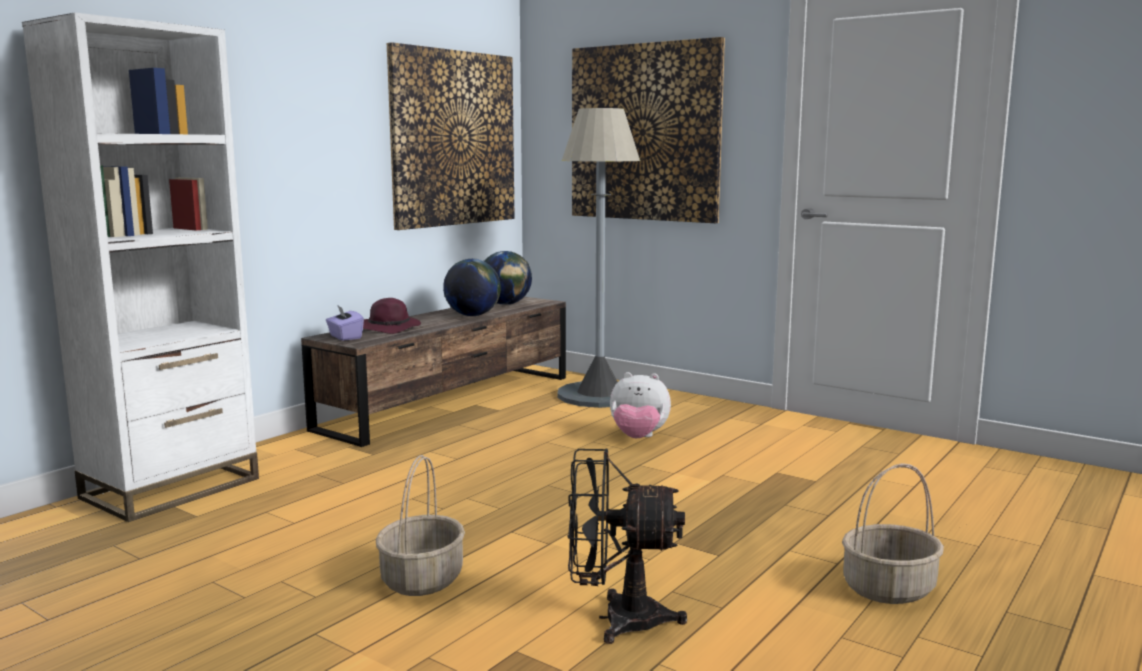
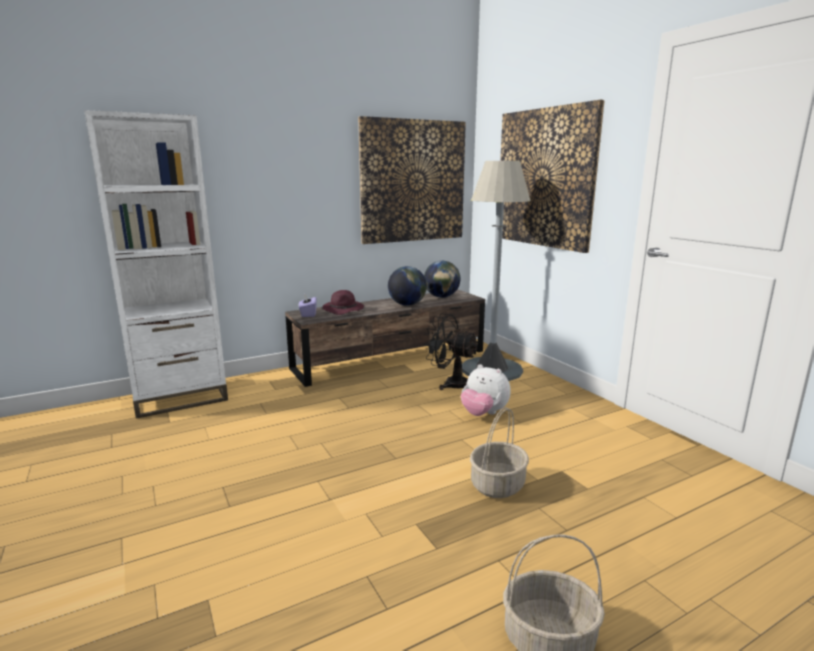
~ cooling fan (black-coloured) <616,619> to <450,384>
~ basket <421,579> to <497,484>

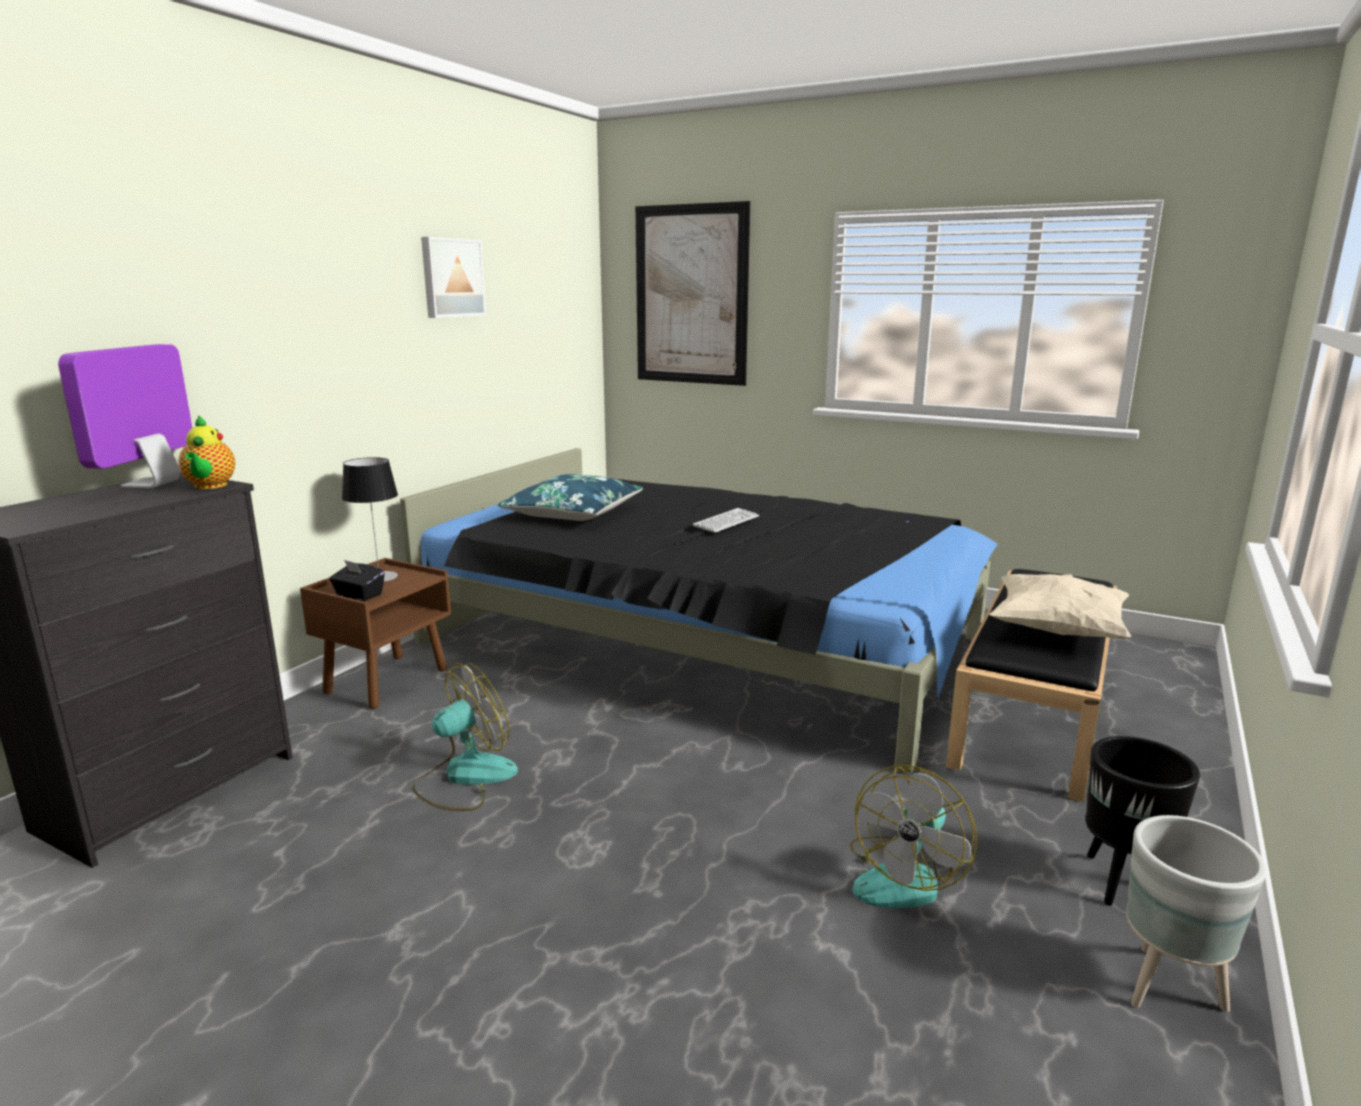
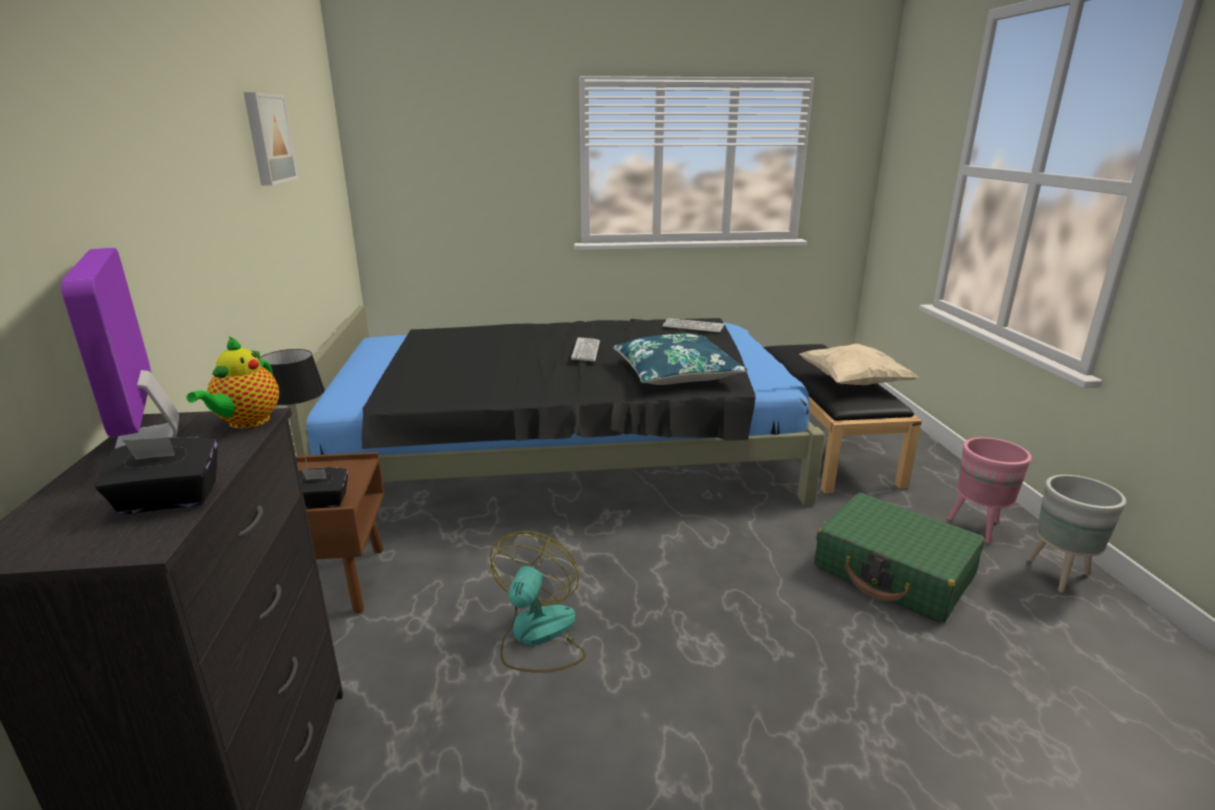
+ box of tissues (black-coloured) <168,500>
~ pot for tea <210,486> = <246,422> 60 degrees clockwise
~ throw pillow (blue-coloured) <573,513> to <675,374>
+ PC keyboard <693,326>
~ cooling fan <904,877> to travel case (greenish) <893,572>
~ flower pot (black-coloured) <1122,883> to flower pot (pink-coloured) <978,528>
- wall art <691,295>

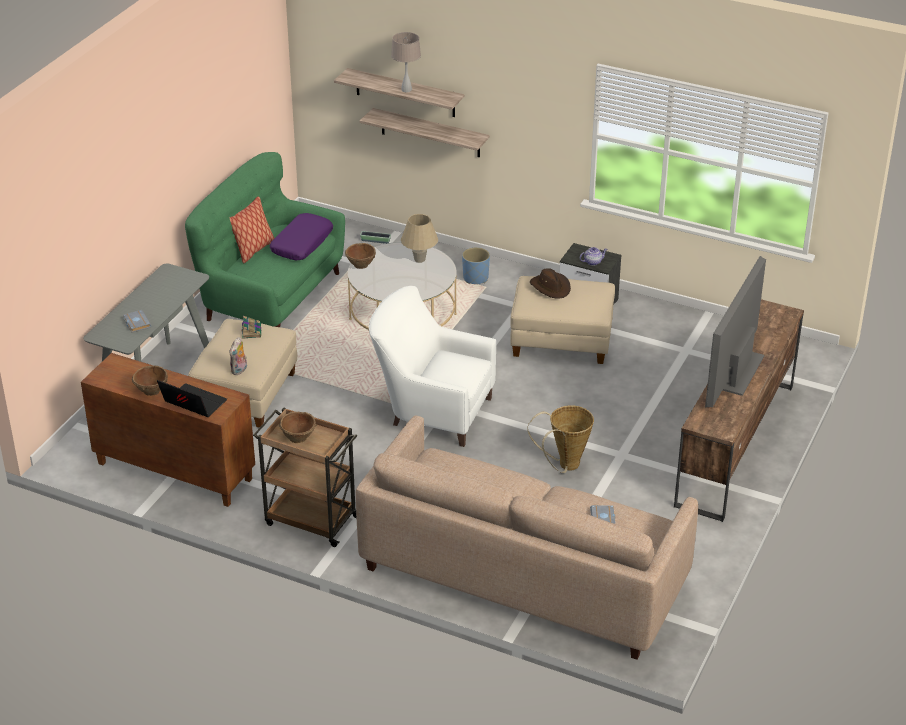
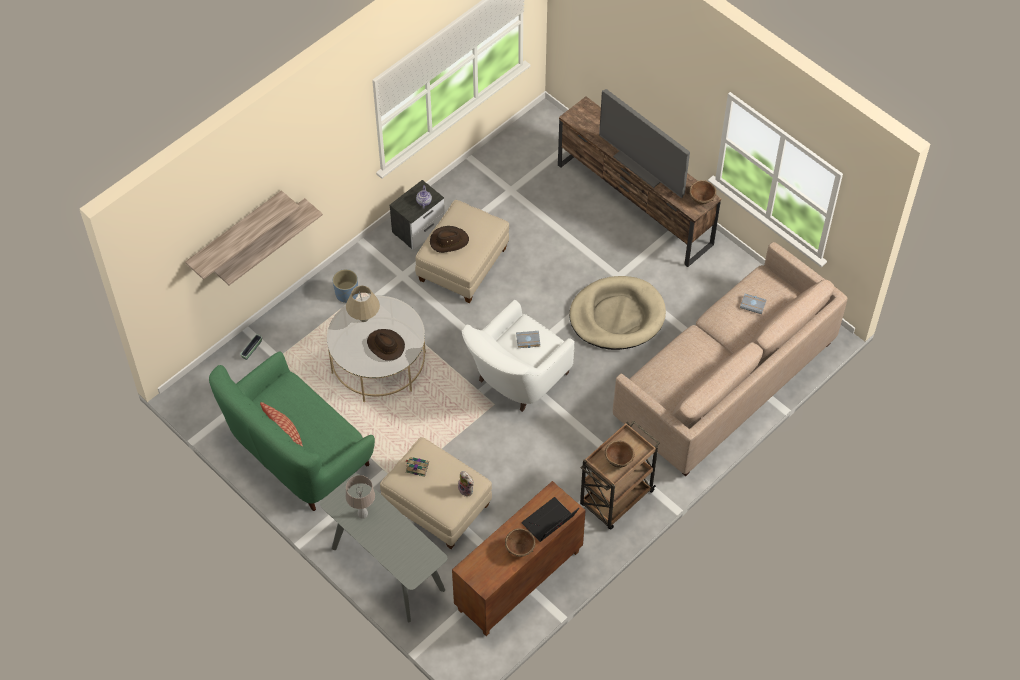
~ table lamp (beige) <406,90> to <363,514>
+ hat (brownish) <385,346>
~ book (greyish) <136,323> to <527,341>
~ basket <564,466> to dog bed (beige) <617,316>
~ deep dish (brownish) <361,265> to <701,199>
- throw pillow (purplish) <301,243>

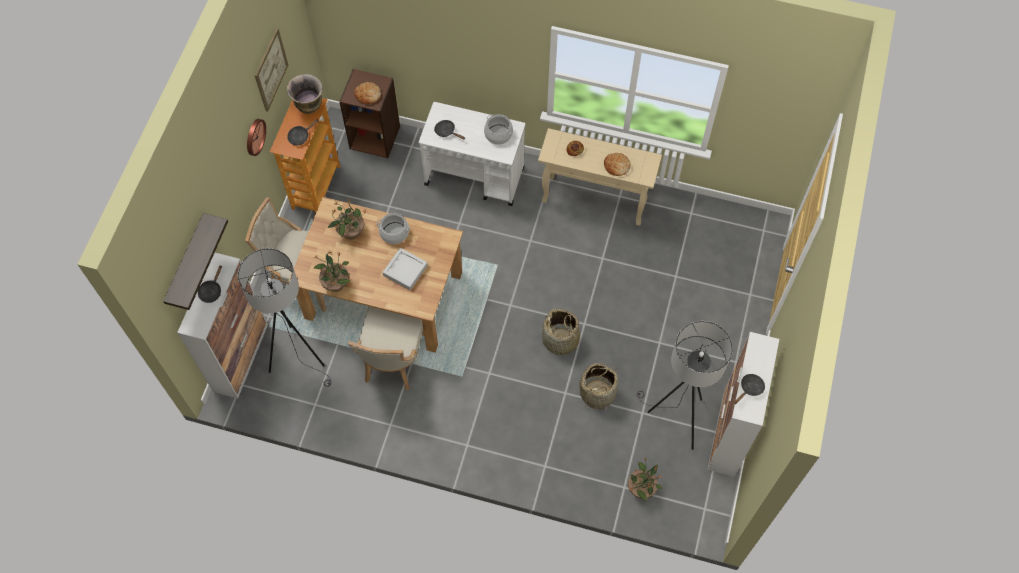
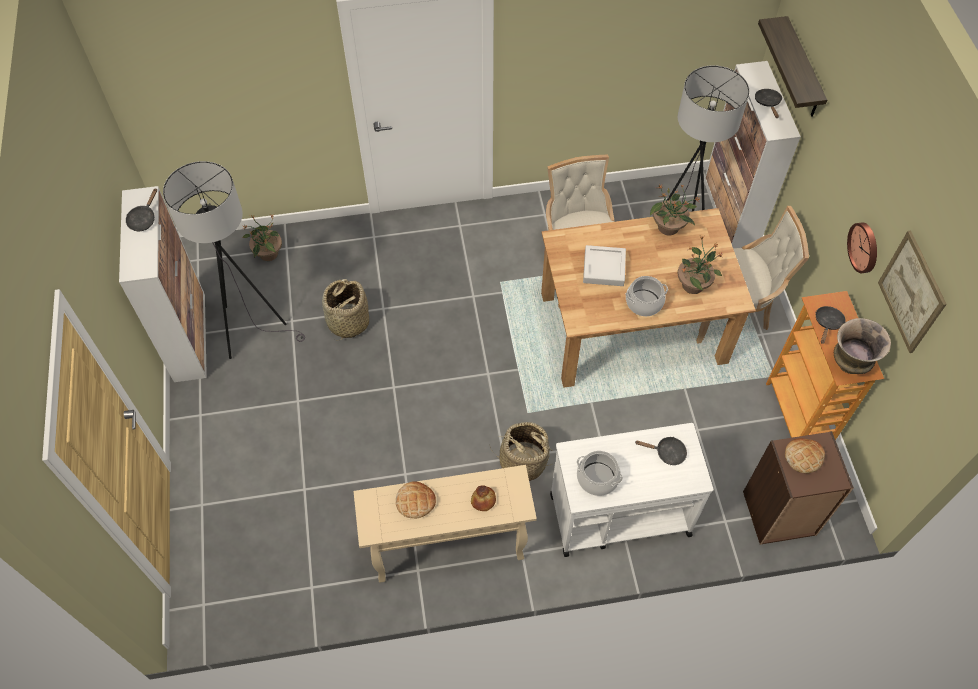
~ basket <560,340> to <523,462>

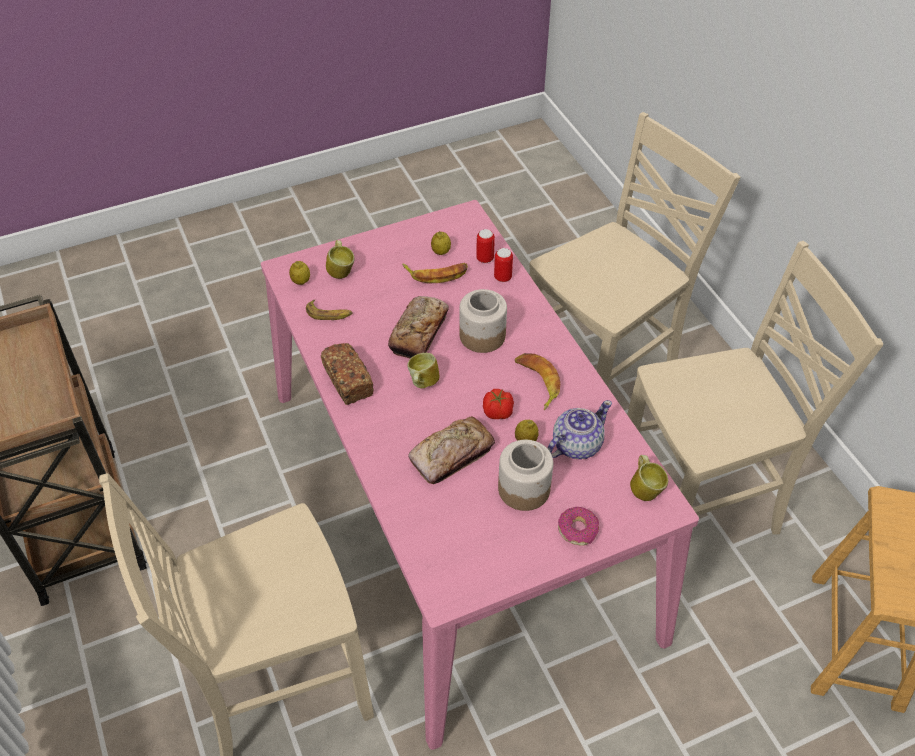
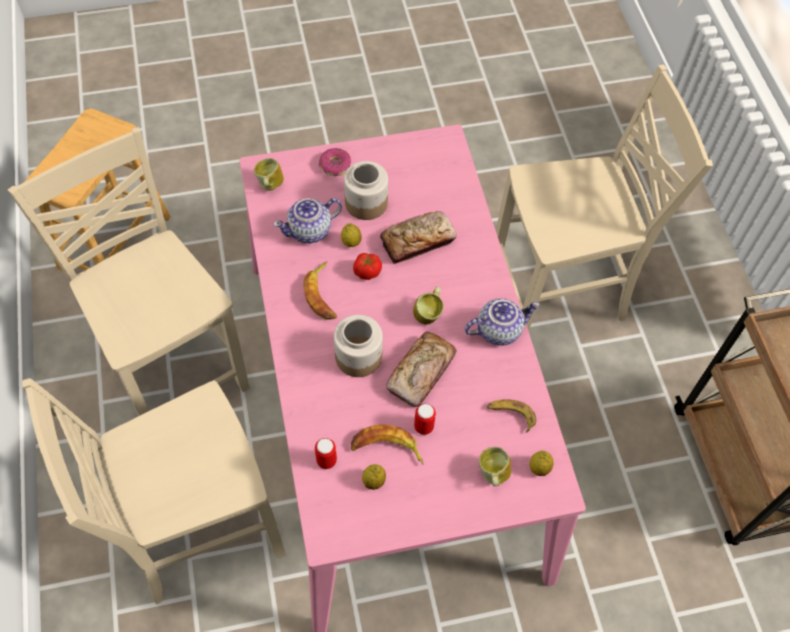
~ upright chair (beige) <700,508> = <173,368> 60 degrees clockwise
~ metal can <502,277> to <423,426>
~ baked bread <348,382> to pot for tea <498,329>

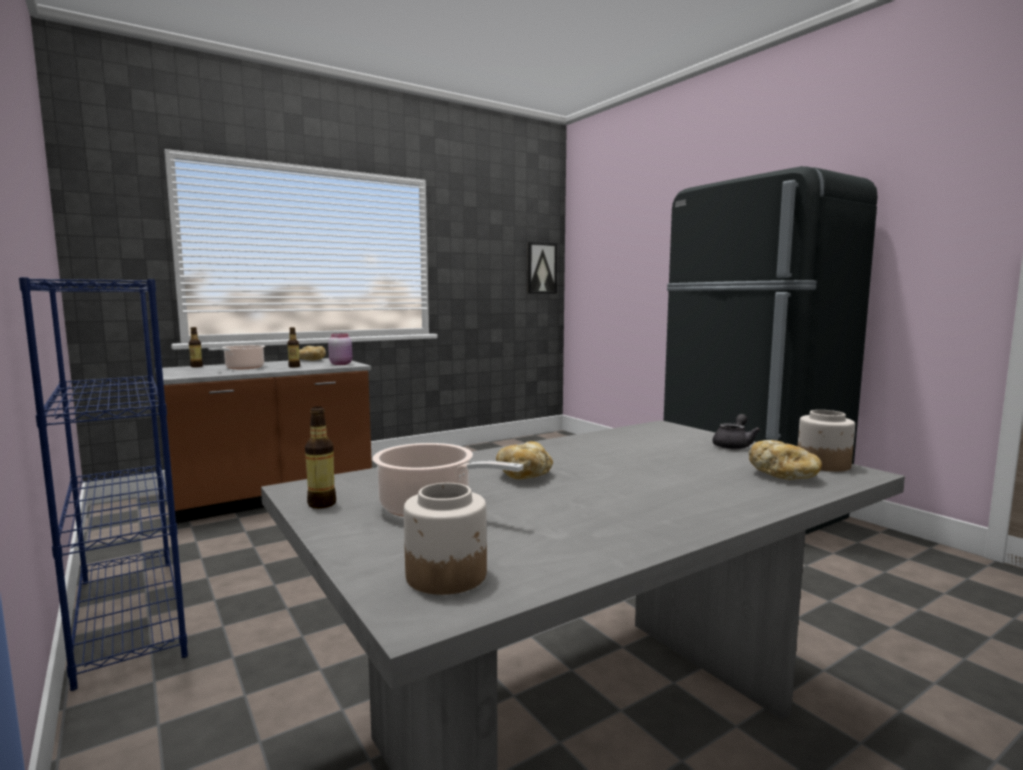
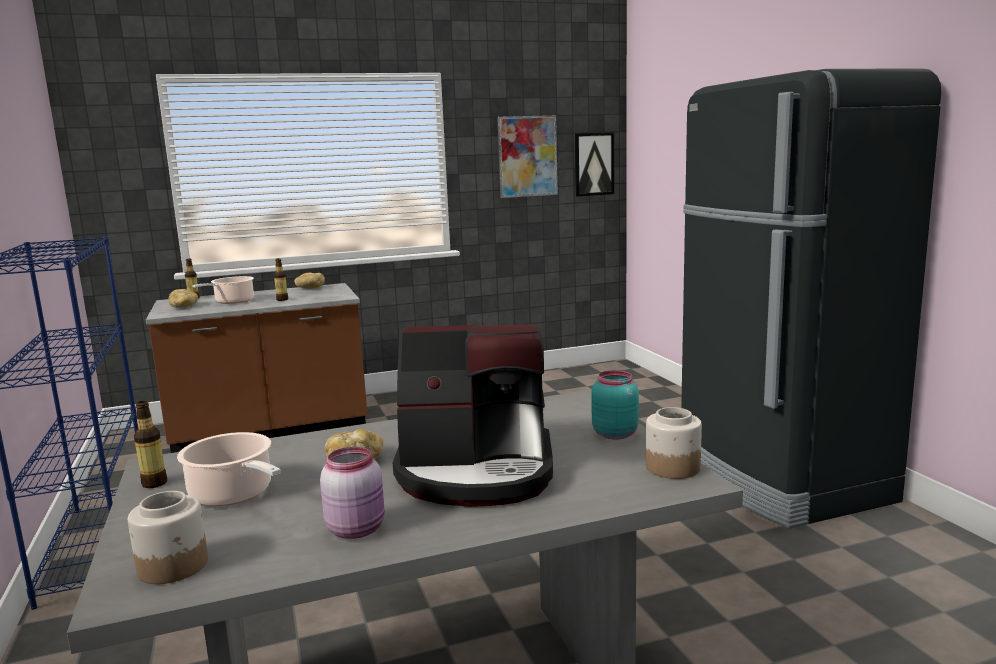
~ baked bread <784,476> to <183,306>
~ jar (pink-coloured) <341,364> to <357,529>
+ coffee machine <476,472>
+ wall art <527,156>
~ pot for tea (greyish) <734,445> to jar (turquoise) <614,433>

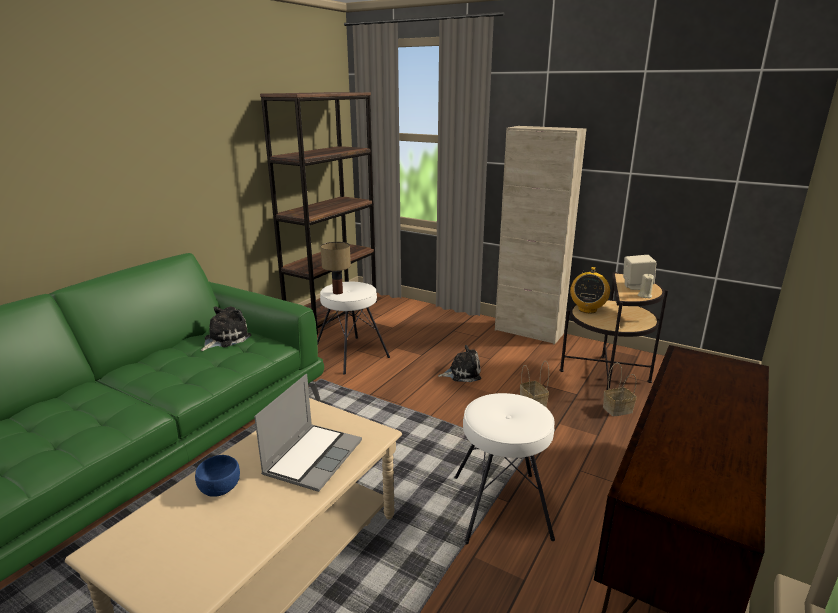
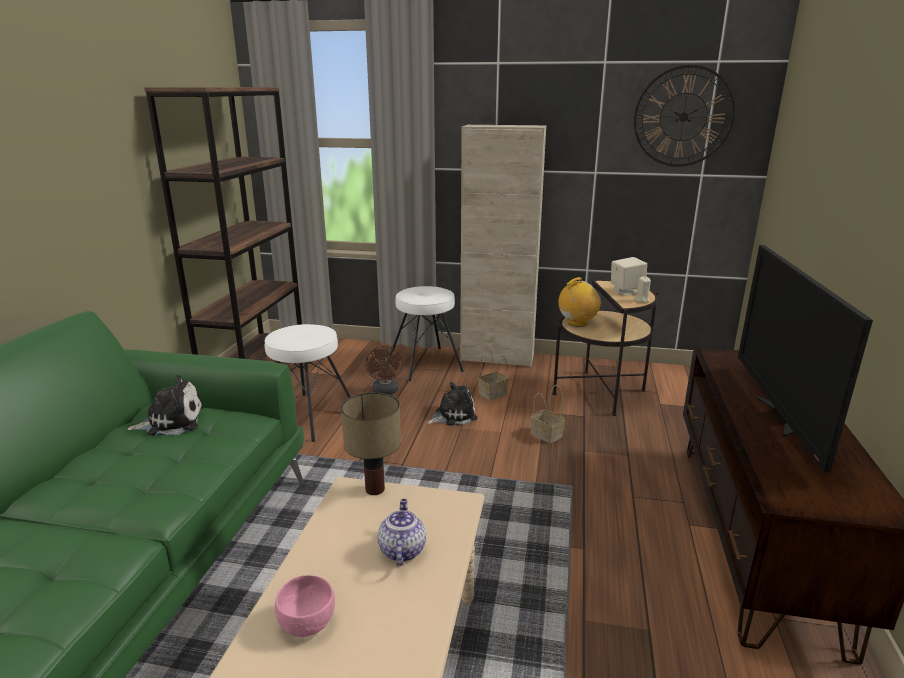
~ cuddly toy <225,339> = <171,422> 60 degrees clockwise
~ deep dish (blue-coloured) <220,488> to deep dish (pink-coloured) <307,622>
~ table lamp <338,292> to <376,489>
+ cooling fan (brownish) <385,392>
~ portable computer <313,457> to pot for tea <401,550>
~ sitting stool (whitish) <502,506> to <426,363>
~ basket <618,409> to <493,393>
~ radio set <587,309> = <577,323> 120 degrees counterclockwise
+ clock on the wall <683,117>
+ television <778,416>

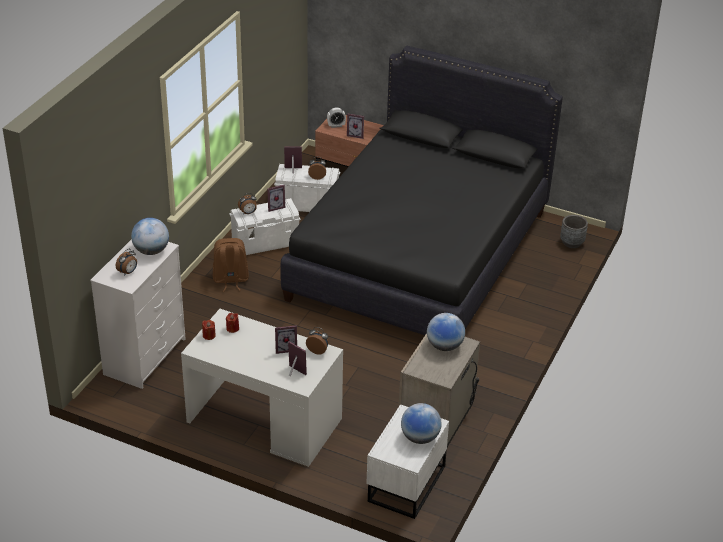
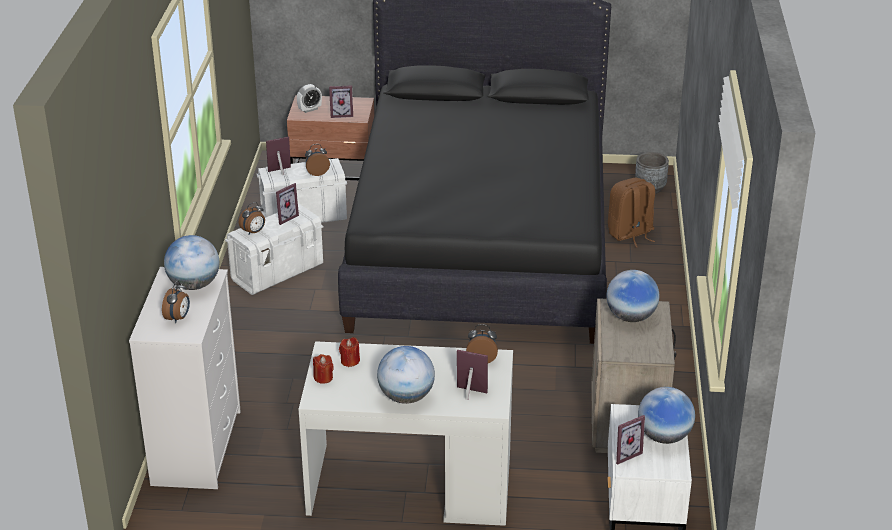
+ globe <406,397>
~ backpack (brownish) <230,280> to <630,234>
~ photo frame <285,348> to <624,454>

